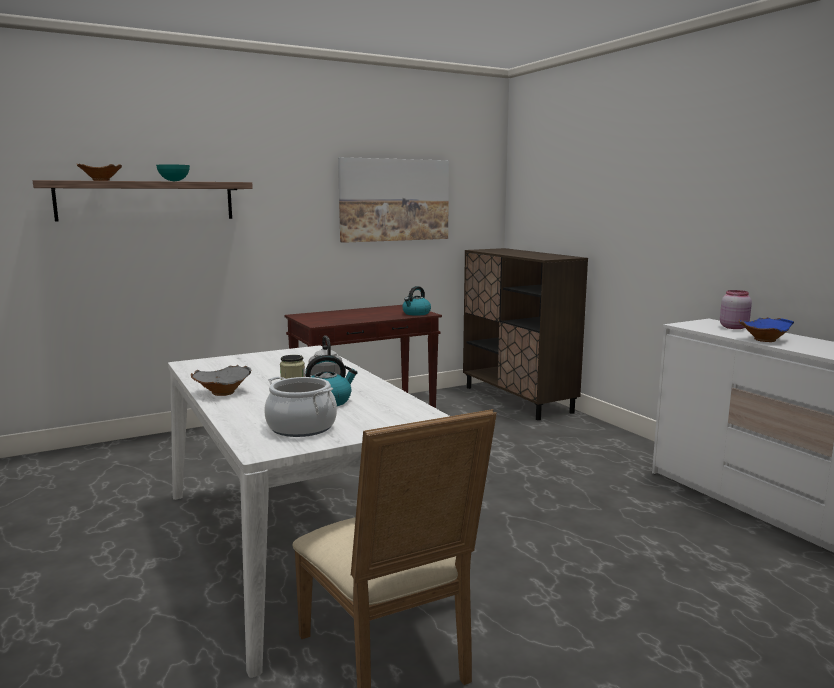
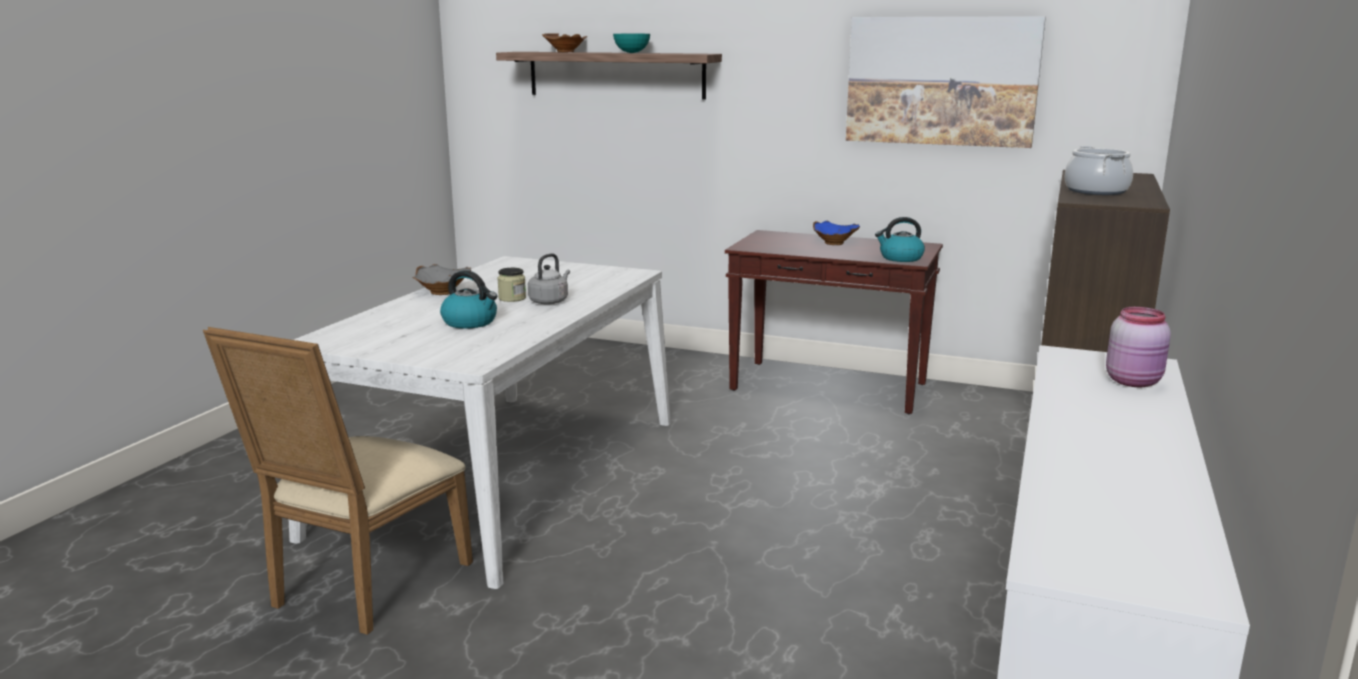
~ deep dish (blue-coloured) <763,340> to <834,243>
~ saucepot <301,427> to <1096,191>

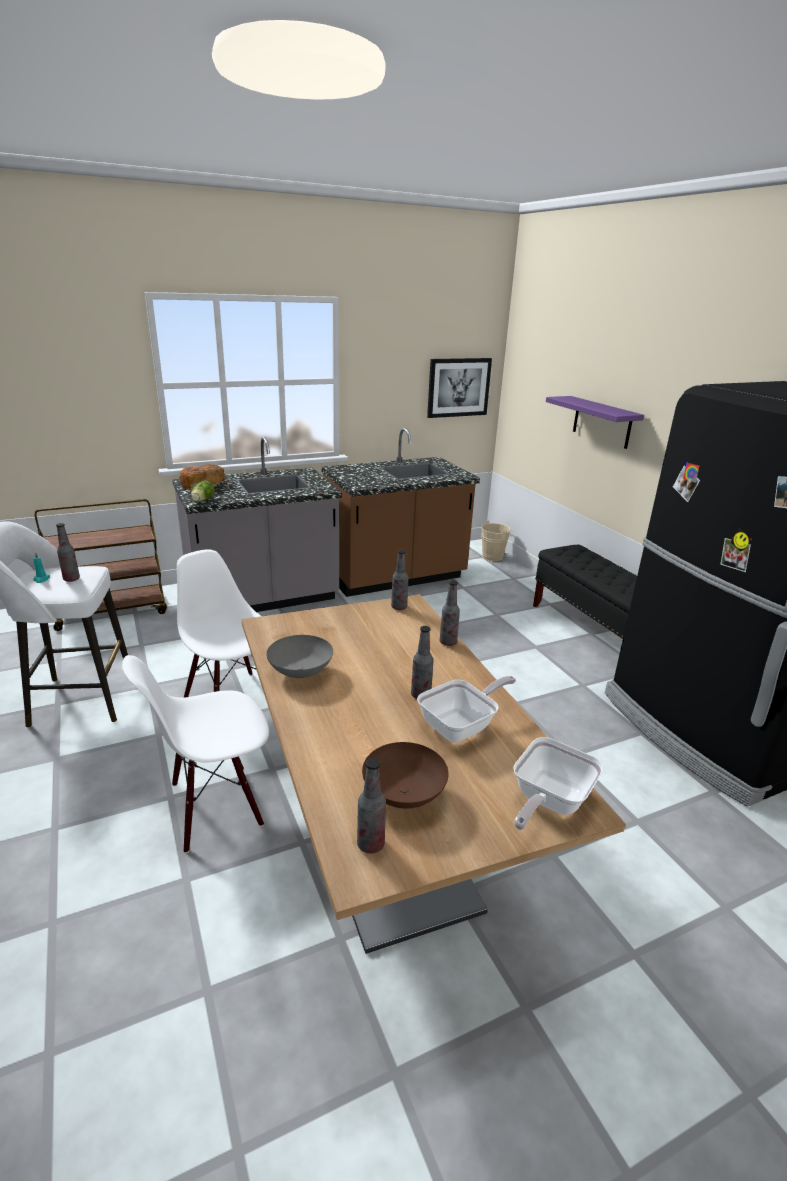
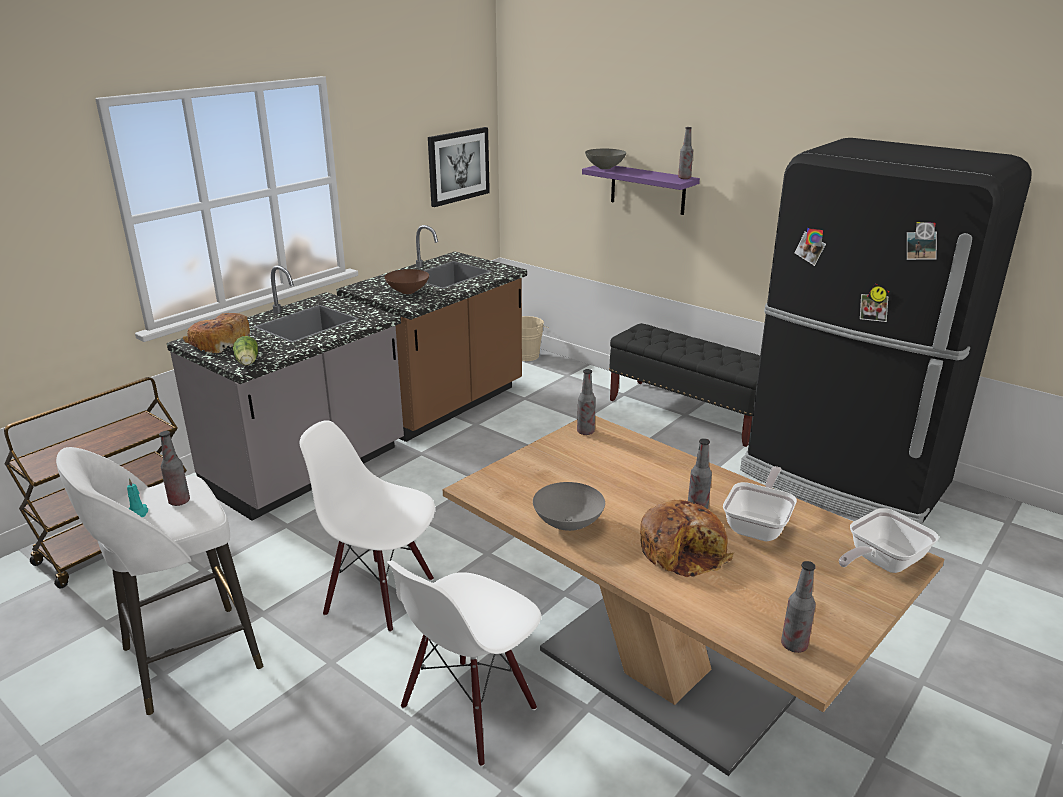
~ deep dish (brownish) <403,795> to <408,292>
+ deep dish (greyish) <604,168>
+ baked bread <683,550>
~ bottle <448,642> to <684,178>
~ pan <548,801> = <881,562> 45 degrees clockwise

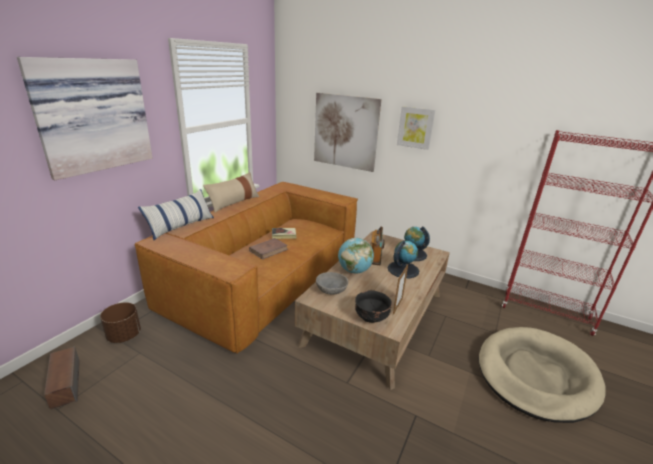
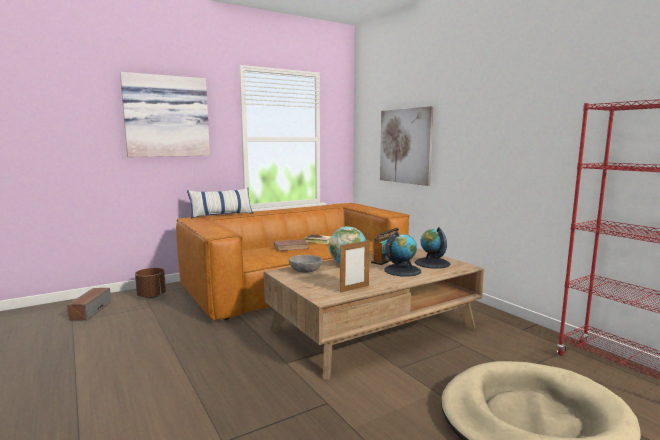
- throw pillow (beige) <234,202>
- deep dish (black-coloured) <371,317>
- wall art <415,127>

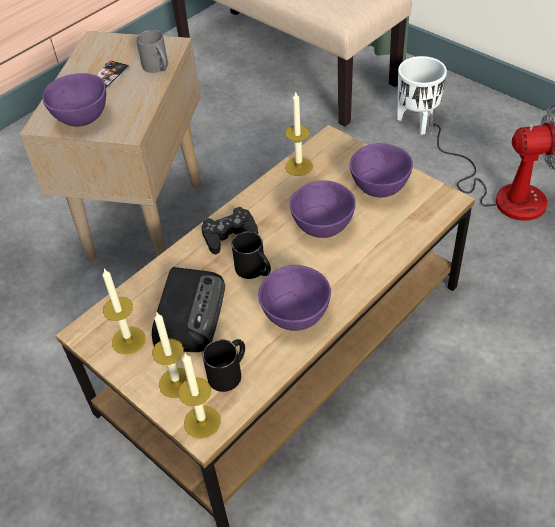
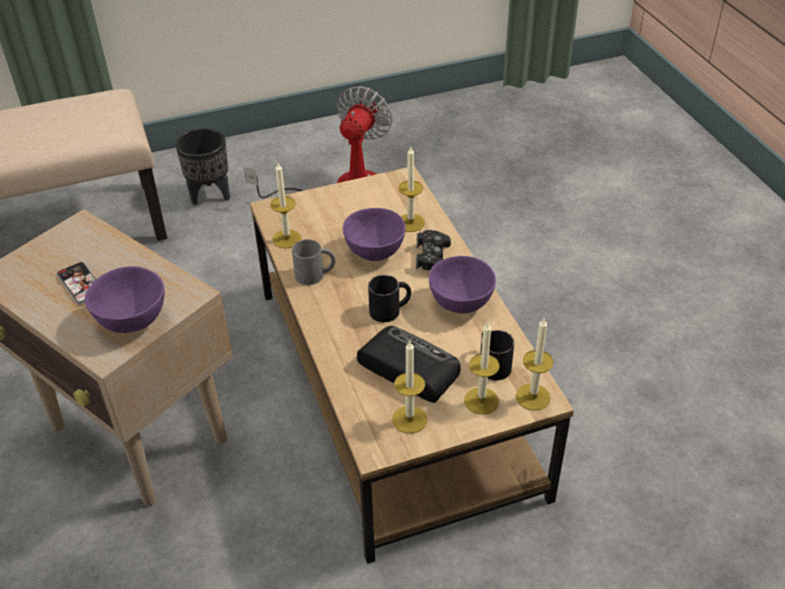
~ flower pot (whitish) <417,121> to flower pot (black-coloured) <210,195>
~ mug (greyish) <158,67> to <315,274>
+ candle <410,223>
~ game controller (black-coloured) <229,235> to <433,258>
- deep dish (purplish) <379,189>

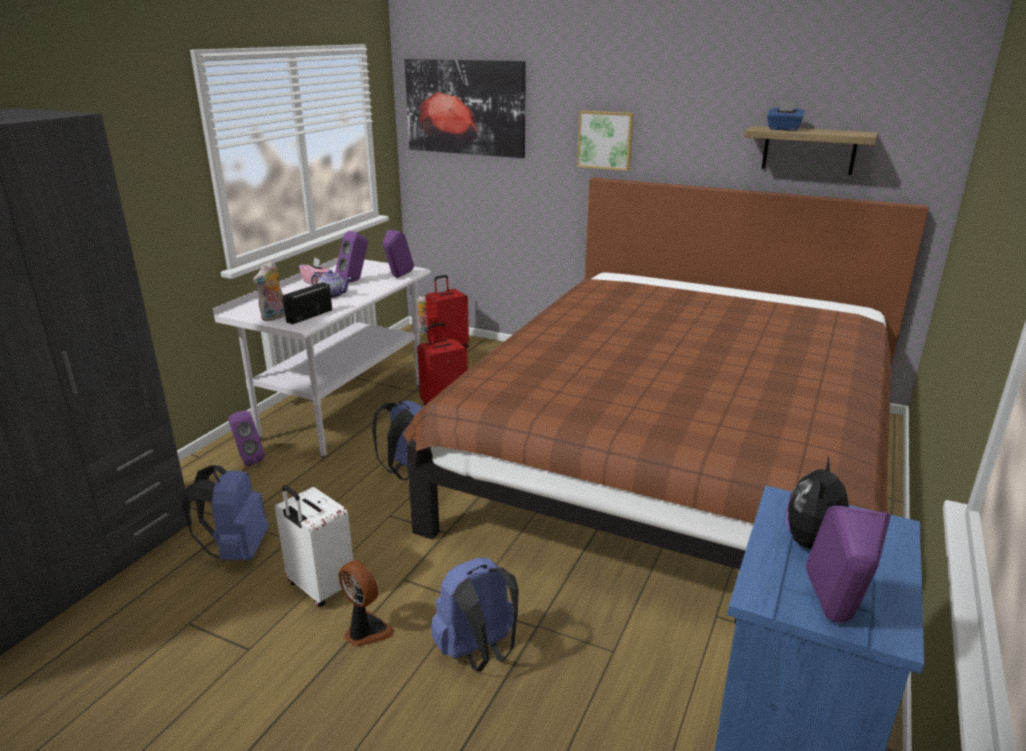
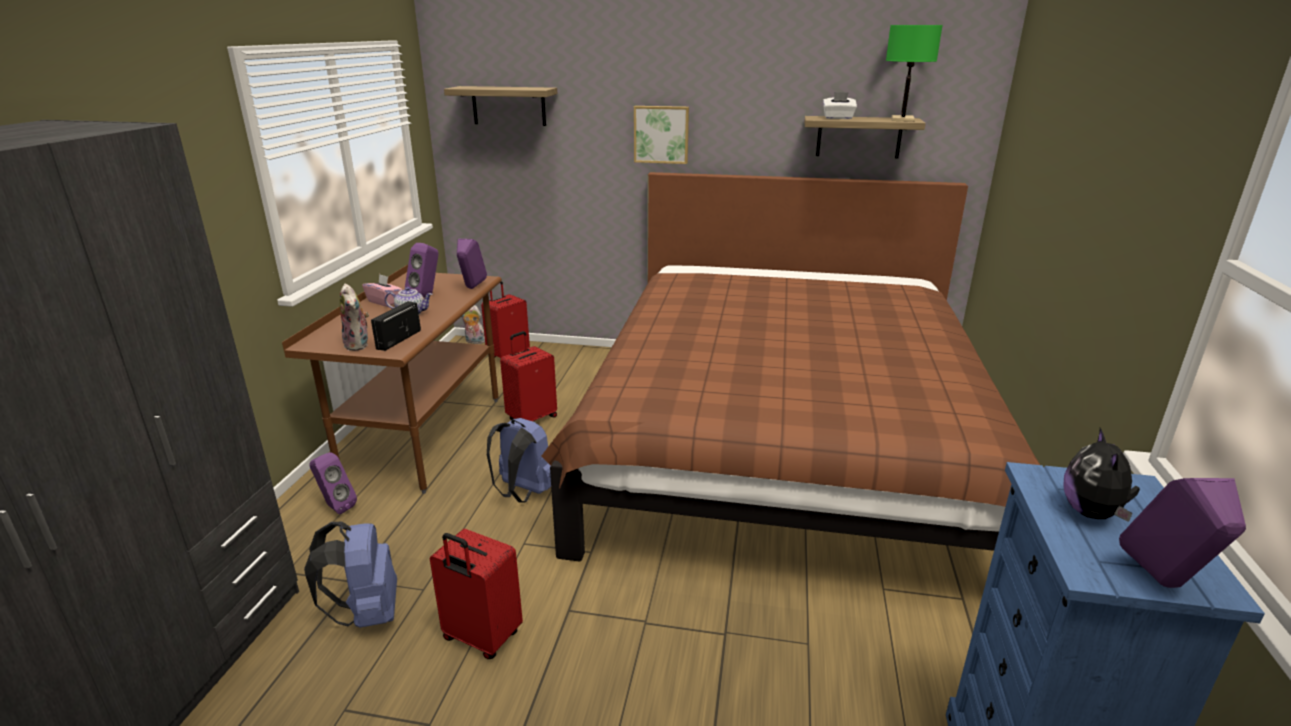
~ desk (whitish) <344,412> to desk (brownish) <425,438>
~ cuddly toy <275,317> = <359,345> 45 degrees counterclockwise
~ travel case (whitish) <319,588> to travel case (red-coloured) <481,638>
~ wall art <465,107> to shelf <508,106>
~ box of tissues (blue-coloured) <783,129> to box of tissues (whitish) <838,118>
+ table lamp (greenish) <902,119>
- cooling fan <365,632>
- backpack (blue-coloured) <478,653>

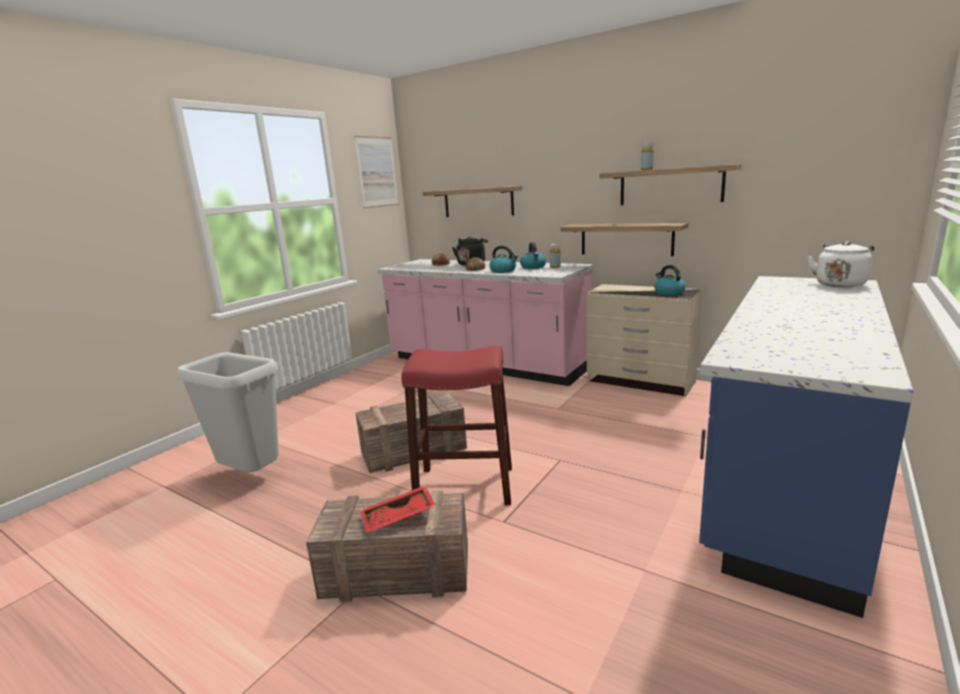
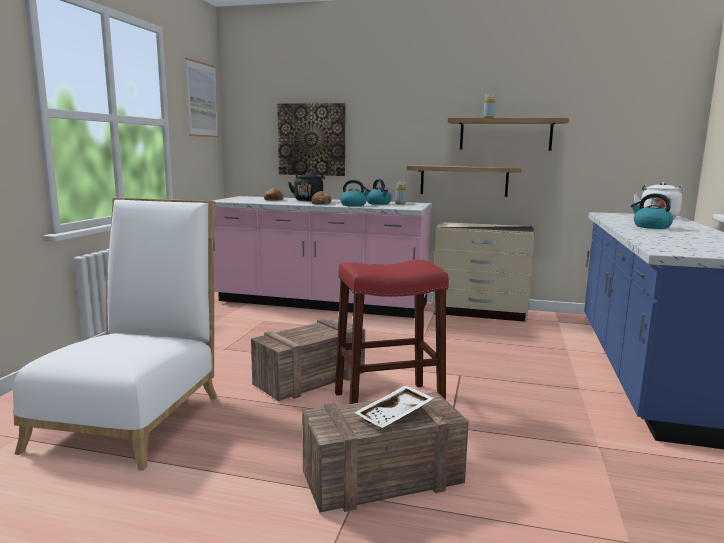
~ trash can (greyish) <252,475> to upright chair (whitish) <135,416>
~ shelf <478,202> to wall art <311,139>
~ tray (red-coloured) <398,518> to tray (whitish) <395,416>
~ water kettle <668,293> to <650,226>

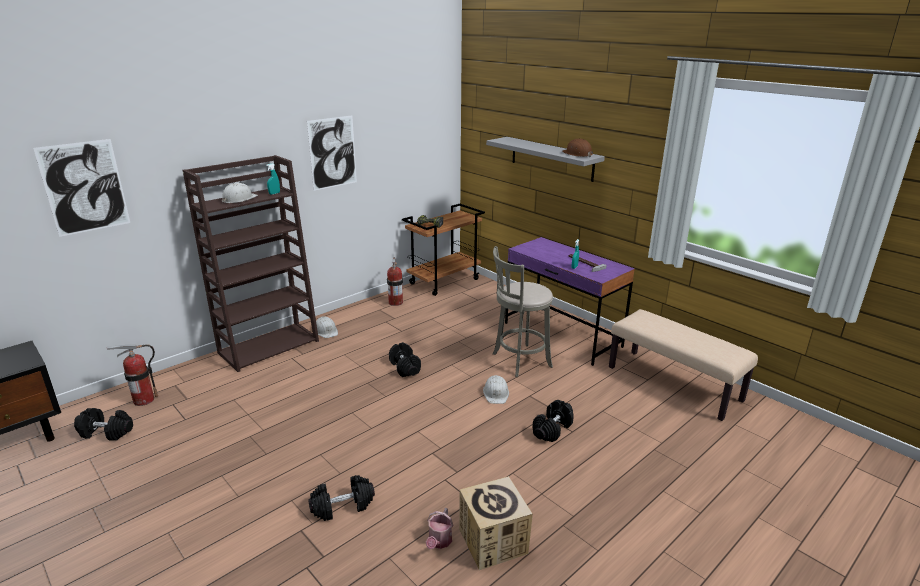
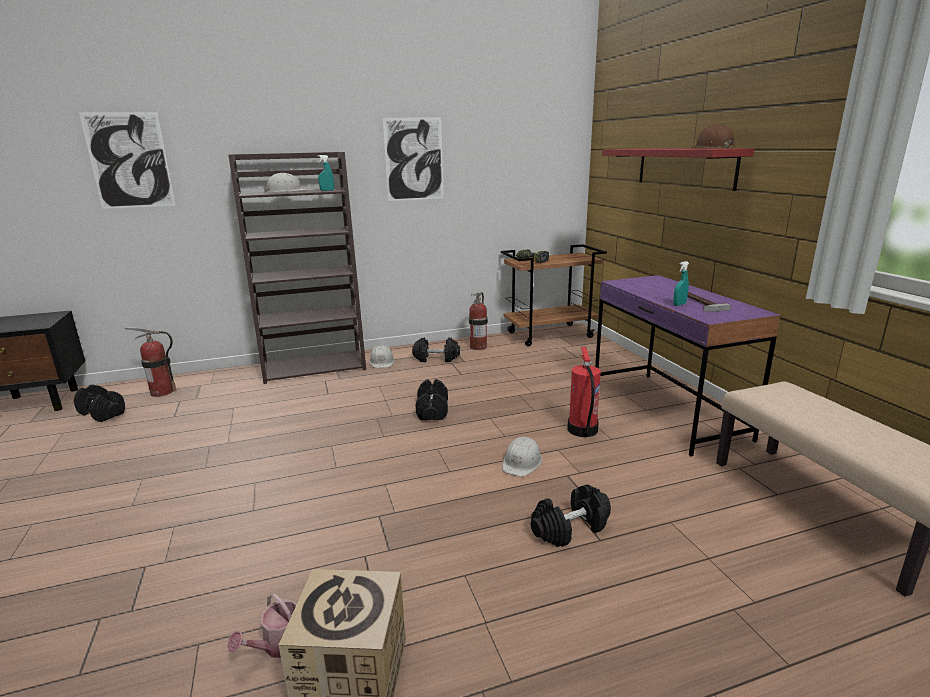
~ free weight (black-coloured) <342,506> to <436,358>
~ sitting stool (greyish) <519,361> to extinguisher <582,430>
~ shelf (greyish) <551,158> to shelf (red-coloured) <684,167>

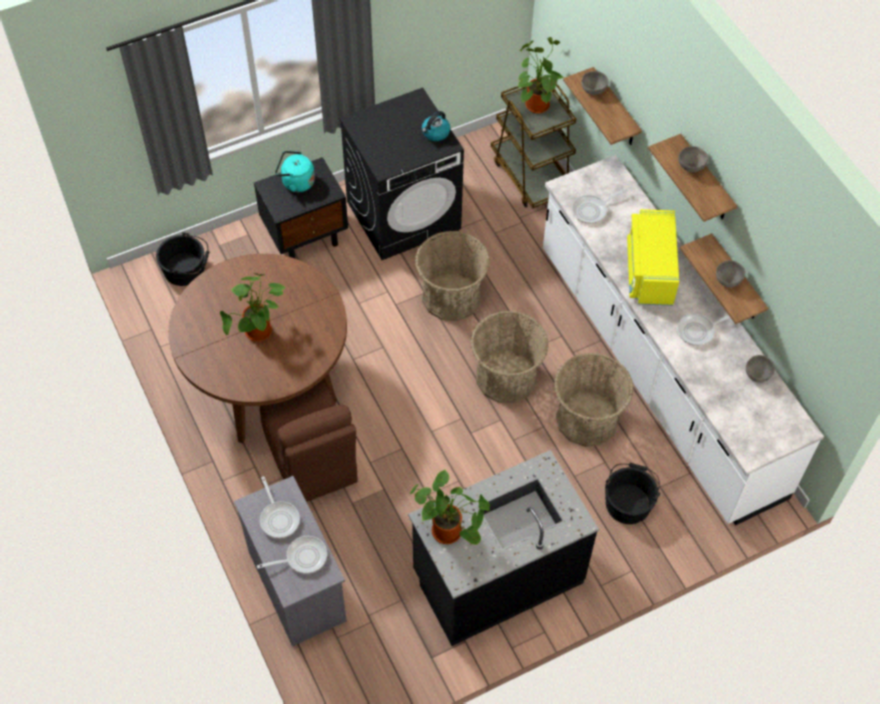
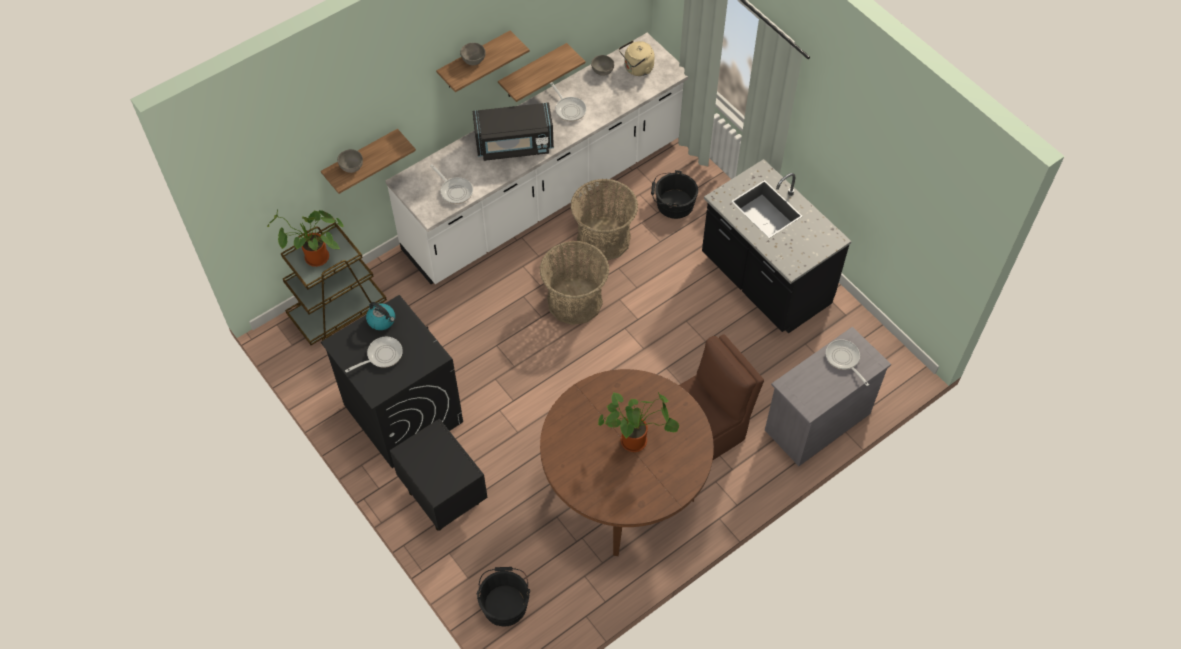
~ pan <279,518> to <382,355>
~ microwave (yellow) <650,270> to microwave (black-coloured) <514,145>
+ water kettle (beige) <637,69>
- water kettle (turquoise) <296,182>
- potted plant <450,532>
- basket <451,296>
- deep dish (greyish) <727,280>

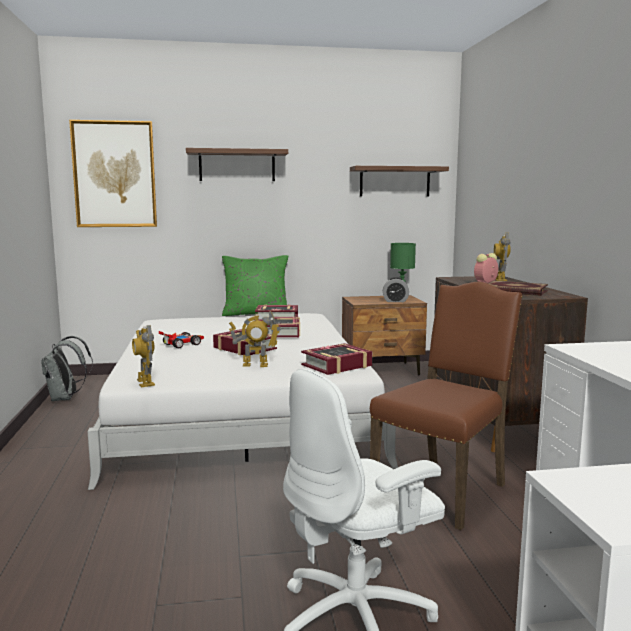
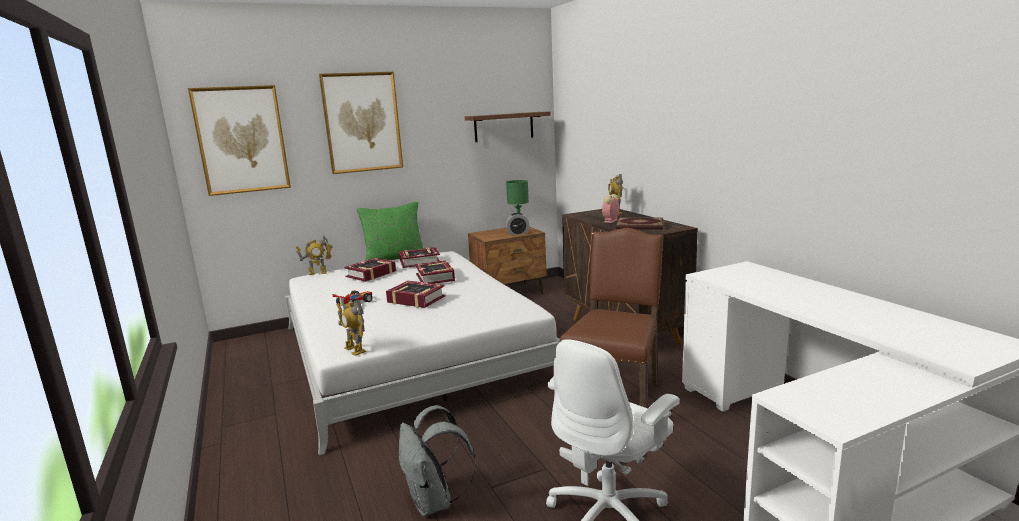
~ toy robot <255,365> to <318,273>
~ shelf (brownish) <237,165> to wall art <362,122>
~ book <337,365> to <371,274>
~ backpack (greyish) <65,398> to <434,502>

